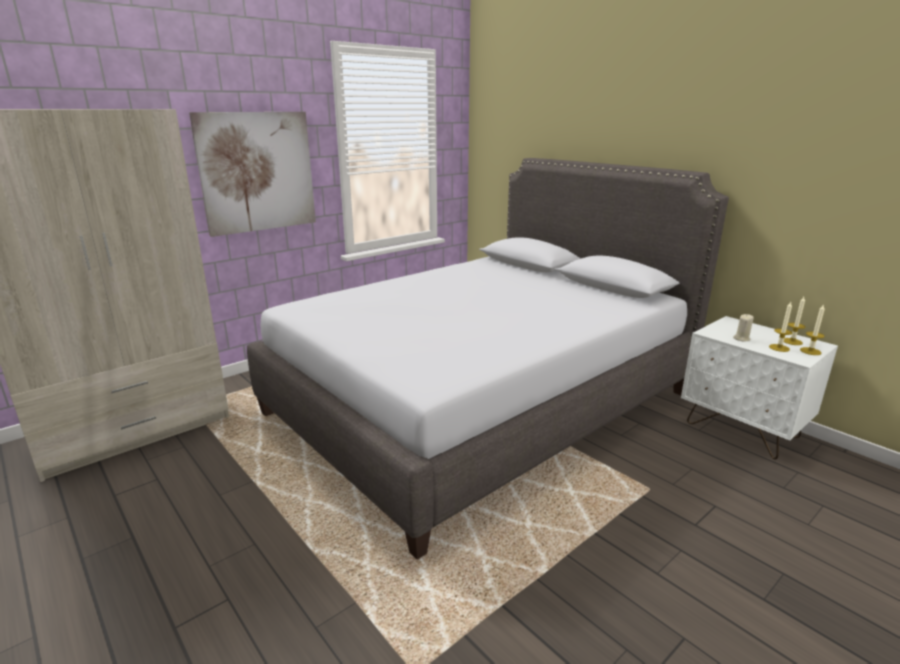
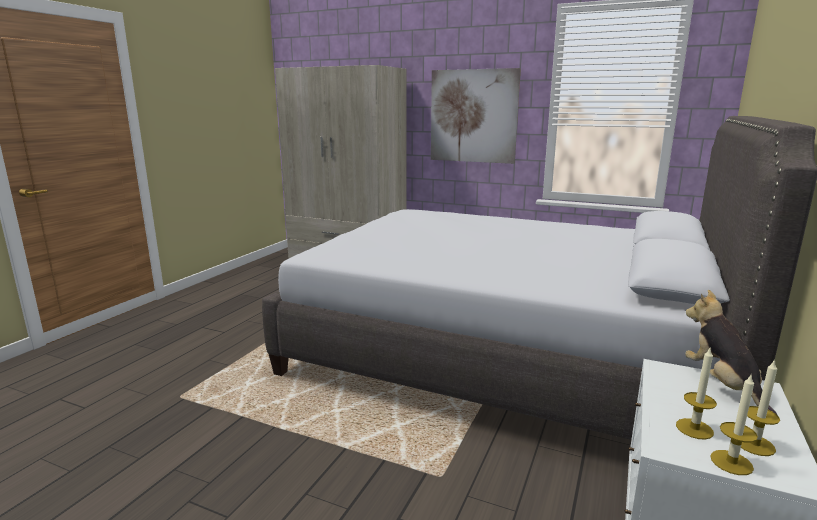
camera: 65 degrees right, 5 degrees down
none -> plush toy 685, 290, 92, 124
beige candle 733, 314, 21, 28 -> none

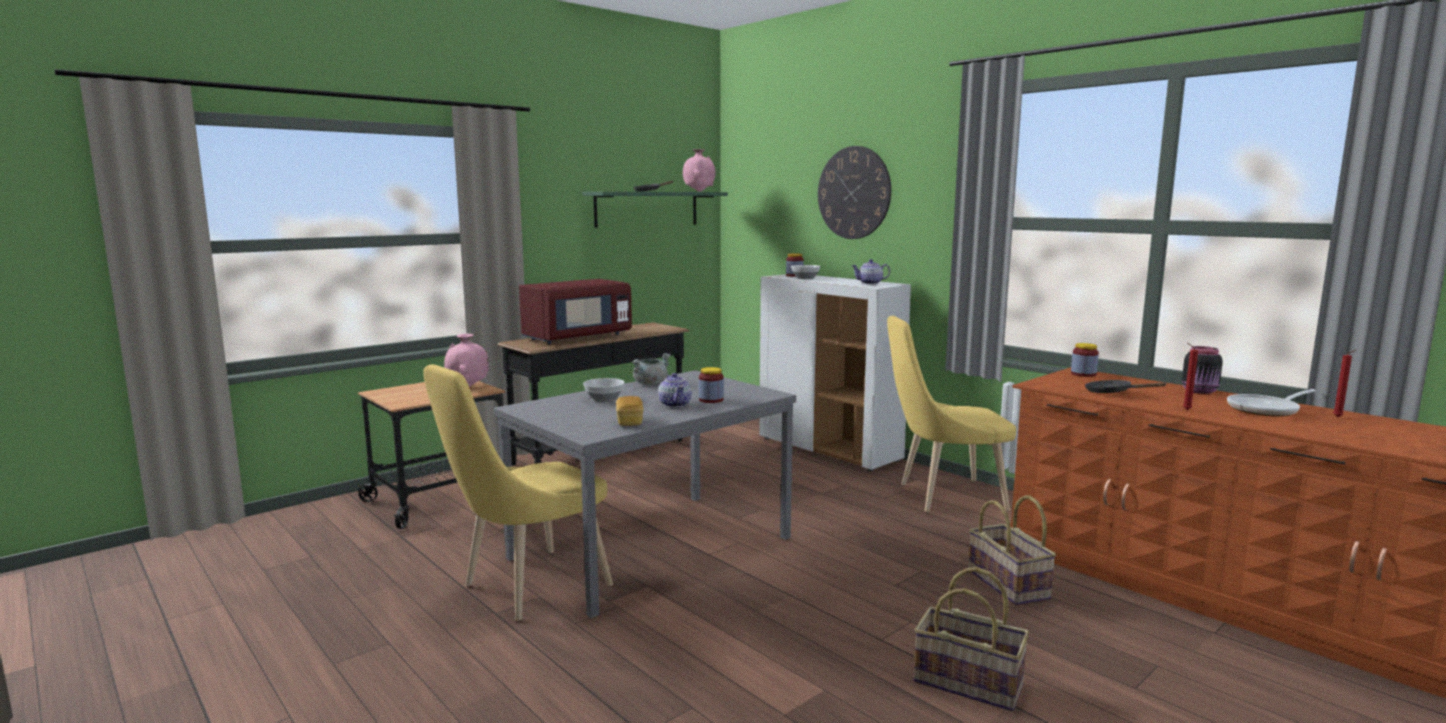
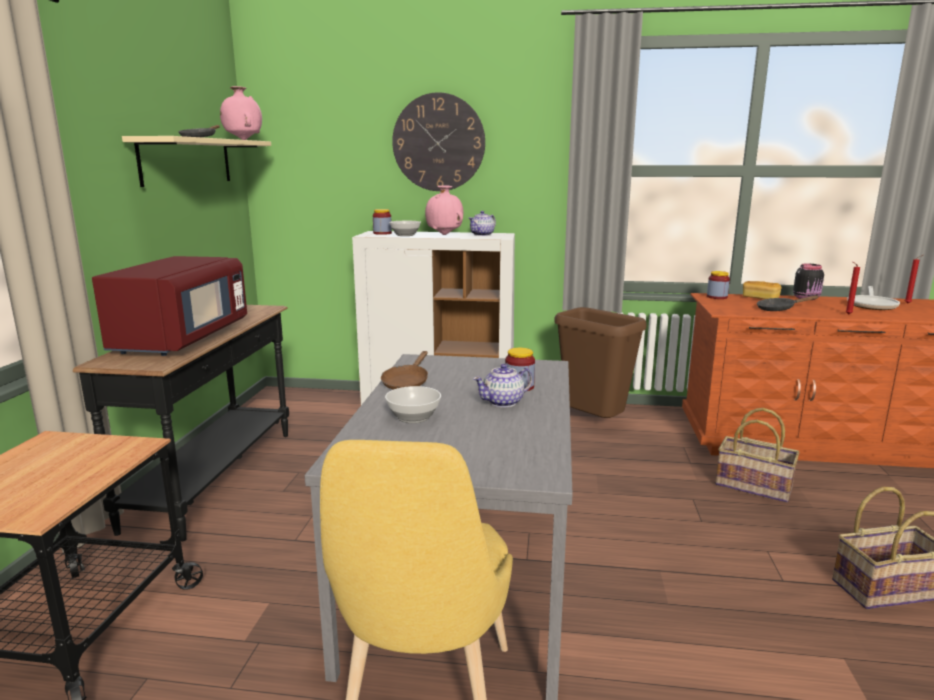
camera: 40 degrees left, 5 degrees up
green shelf 582, 192, 146, 36 -> beige shelf 122, 136, 149, 51
grey cooking pot 632, 353, 39, 32 -> brown frying pan 381, 351, 47, 39
pink vase 444, 334, 45, 53 -> pink vase 425, 185, 38, 50, moved
teapot 658, 373, 34, 35 -> teapot 473, 364, 60, 43, 120 degrees clockwise
yellow chair 887, 316, 129, 196 -> brown trash can 555, 307, 91, 111
bread 616, 396, 27, 30 -> bread 743, 281, 39, 18, moved

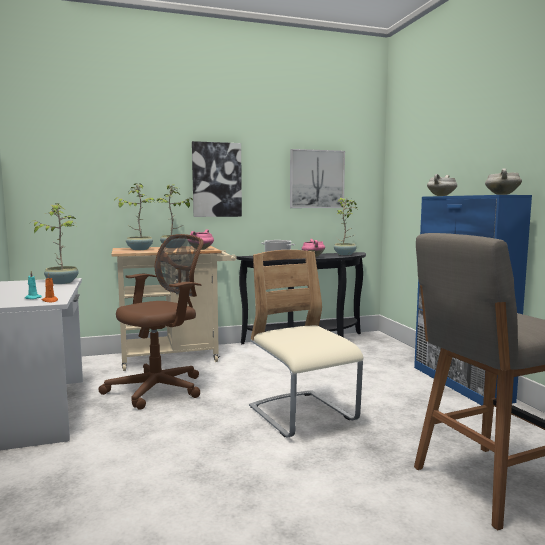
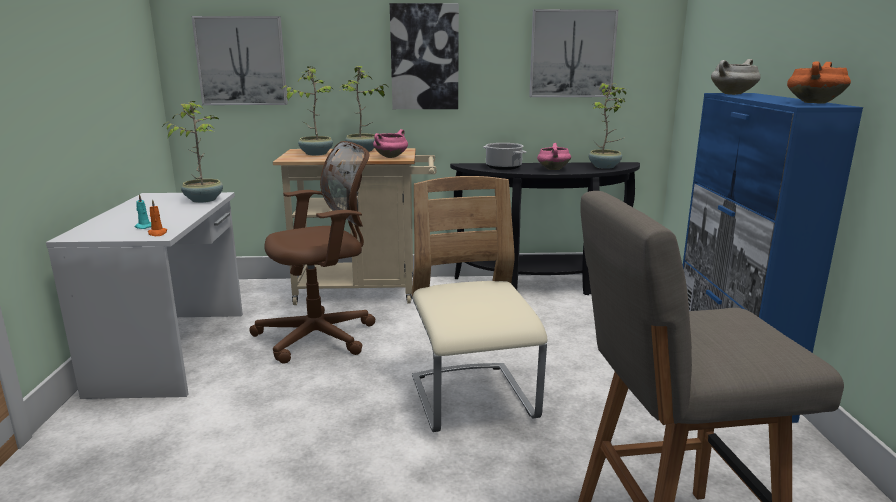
camera: 15 degrees right, 10 degrees up
none -> picture 192, 16, 96, 89
white cooking pot 485, 169, 37, 26 -> orange cooking pot 787, 62, 64, 42

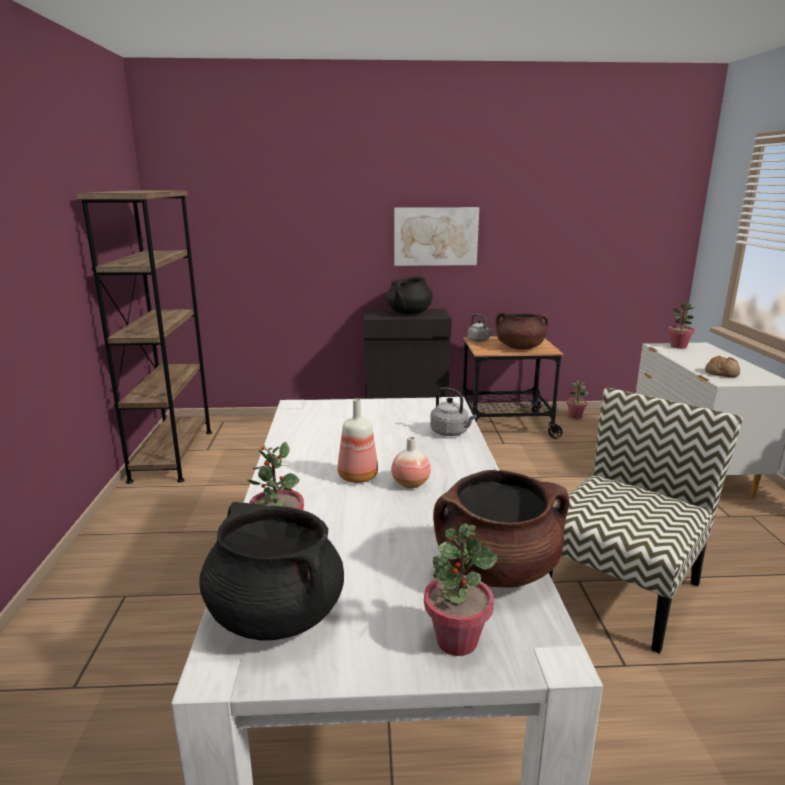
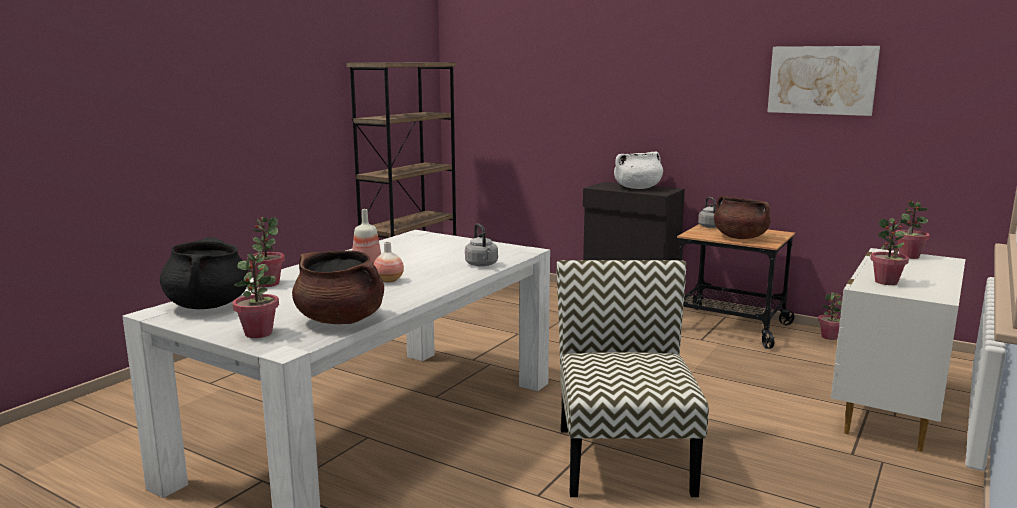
camera: 35 degrees right, 5 degrees down
chair 549, 388, 194, 266 -> chair 556, 260, 153, 237, 75 degrees counterclockwise
black cooking pot 386, 276, 47, 38 -> white cooking pot 614, 152, 49, 37
picture 394, 207, 85, 59 -> picture 767, 46, 113, 70, moved
bread 705, 356, 35, 21 -> potted plant 870, 218, 39, 67

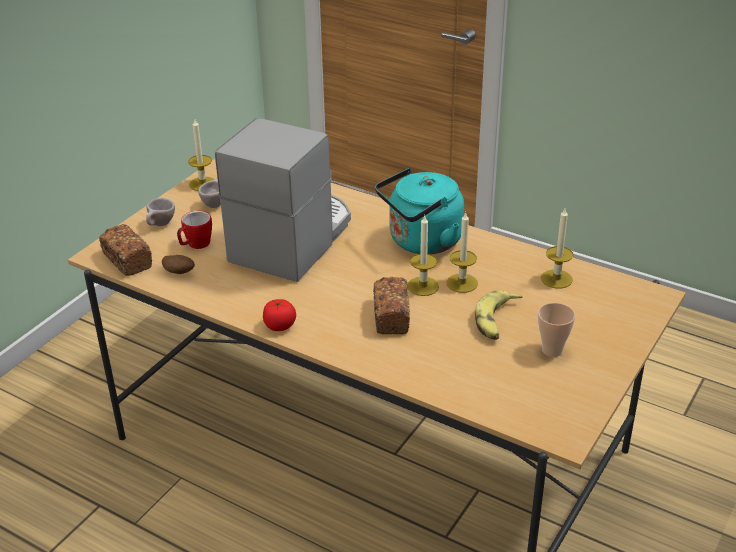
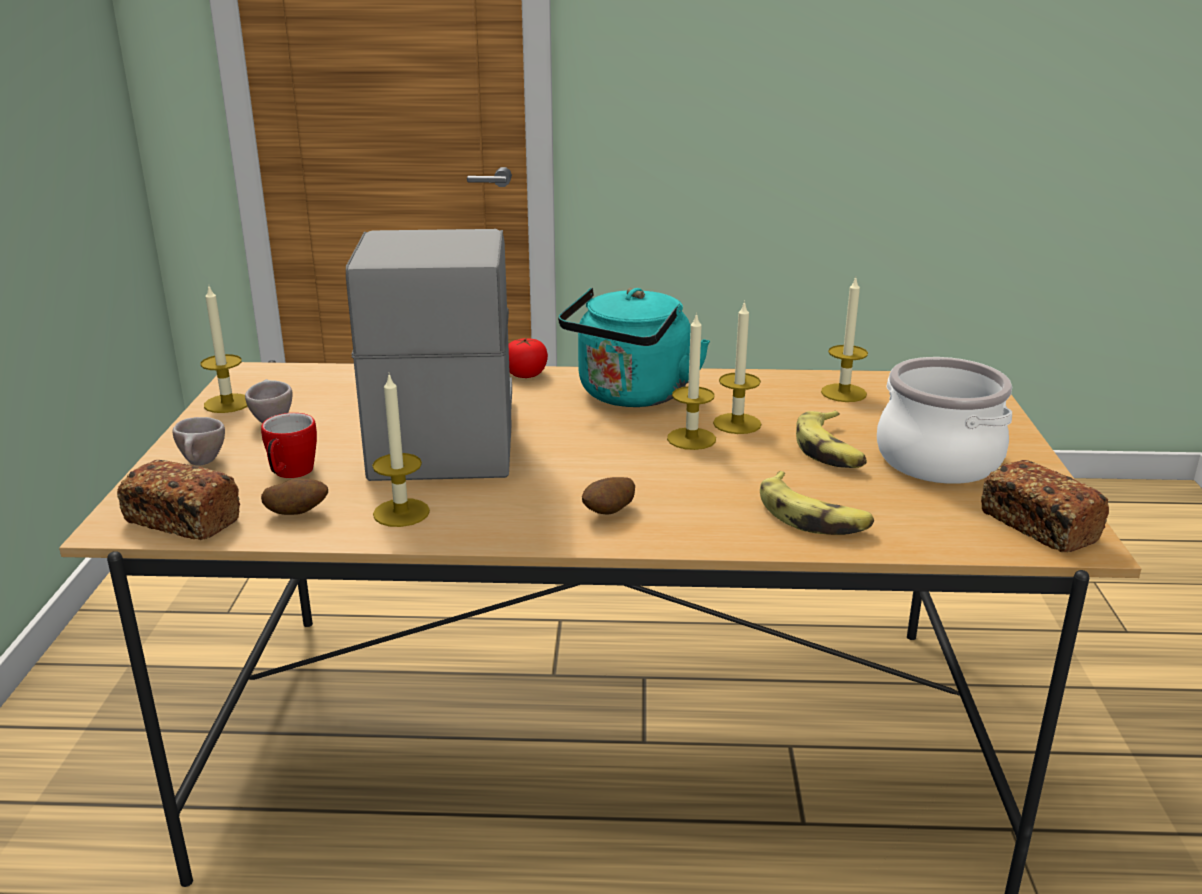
camera: 30 degrees left, 10 degrees down
none -> candle 372, 372, 58, 155
tomato 263, 299, 33, 32 -> tomato 508, 338, 40, 40, moved
none -> potato 582, 477, 53, 38
none -> banana 760, 471, 114, 64
cup 538, 303, 37, 54 -> cooking pot 877, 357, 135, 127
bread 373, 277, 37, 57 -> bread 981, 460, 128, 92, moved

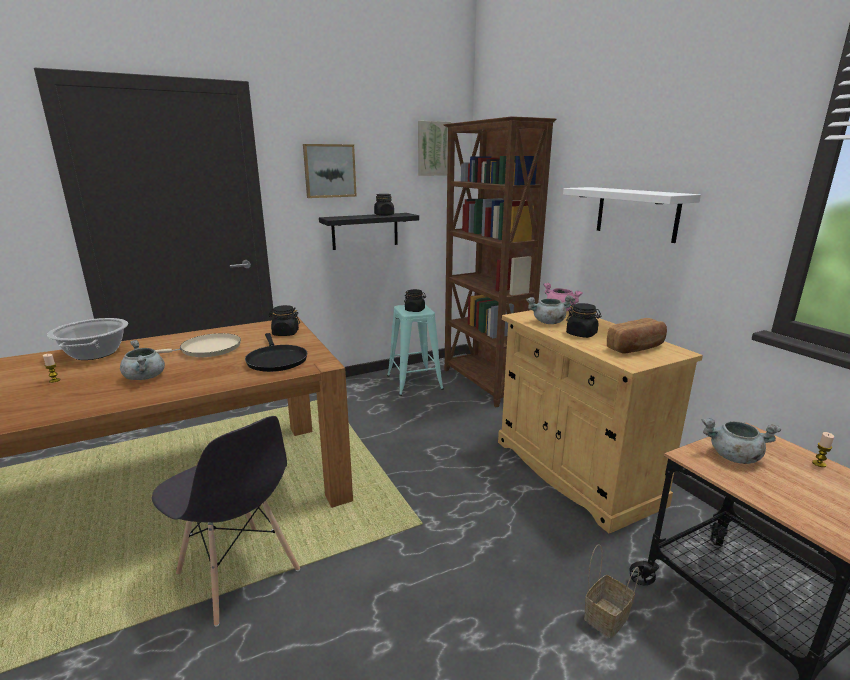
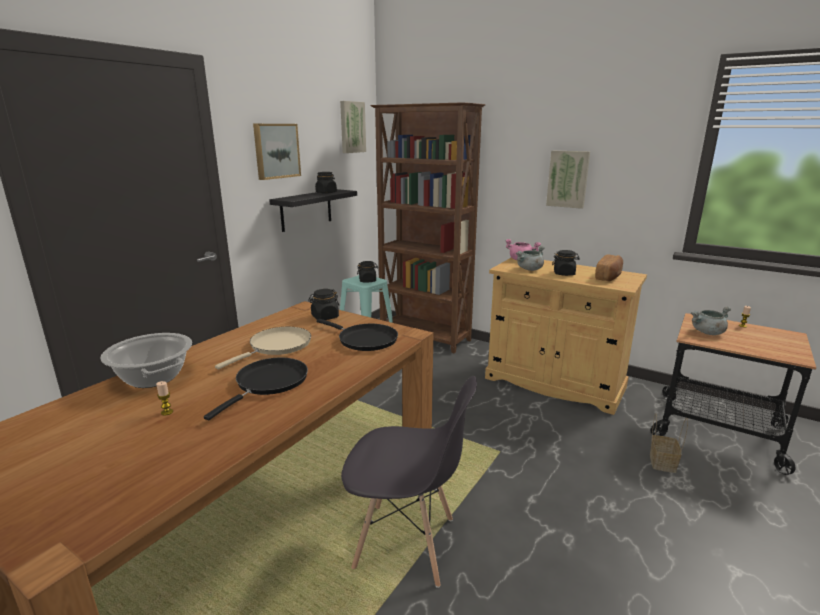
camera: 30 degrees left, 0 degrees up
grey cooking pot 120, 340, 45, 40 -> black frying pan 204, 358, 104, 62
white shelf 563, 187, 138, 56 -> picture 546, 151, 44, 58

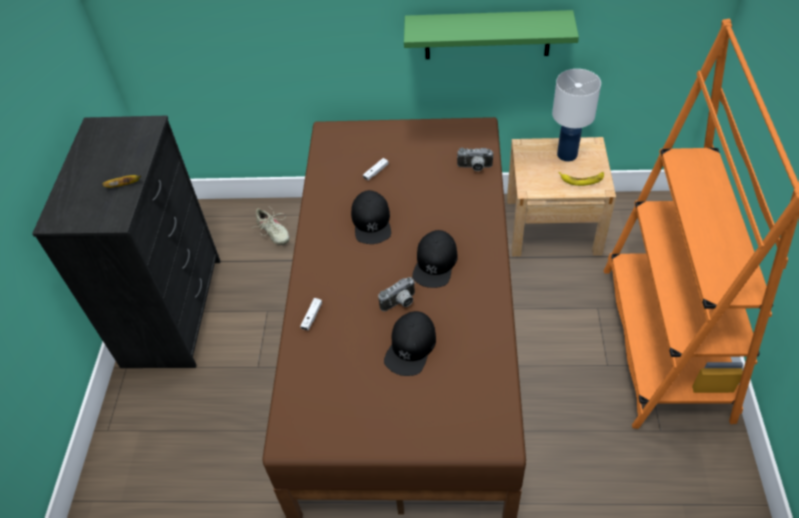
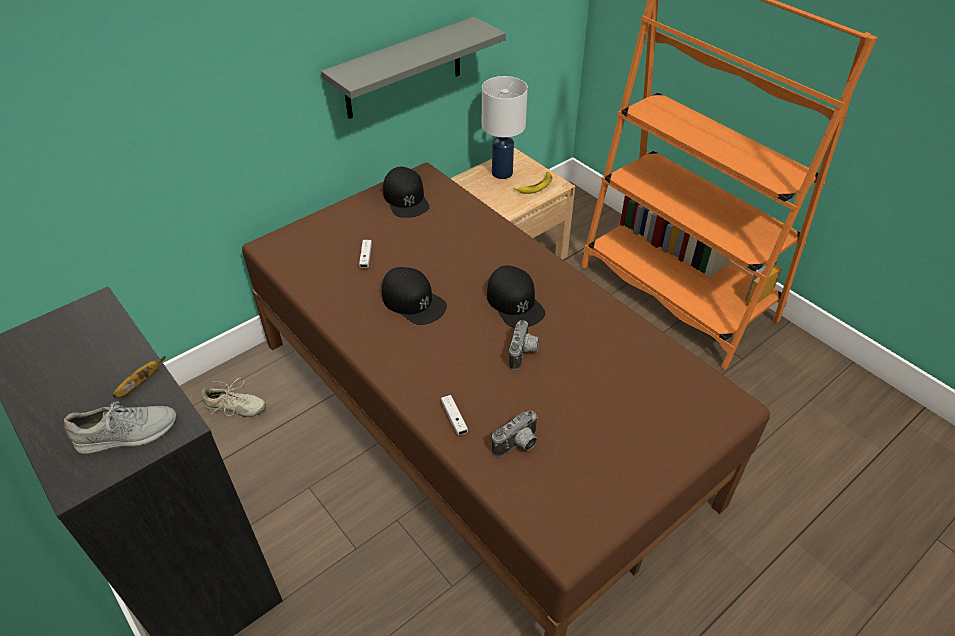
camera: 45 degrees left, 5 degrees down
none -> grey shoe 64, 401, 112, 53
green shelf 404, 10, 175, 49 -> grey shelf 321, 17, 185, 102
black cap 384, 311, 52, 65 -> black cap 383, 167, 46, 51, moved
photo camera 457, 148, 37, 23 -> photo camera 492, 411, 46, 46, moved

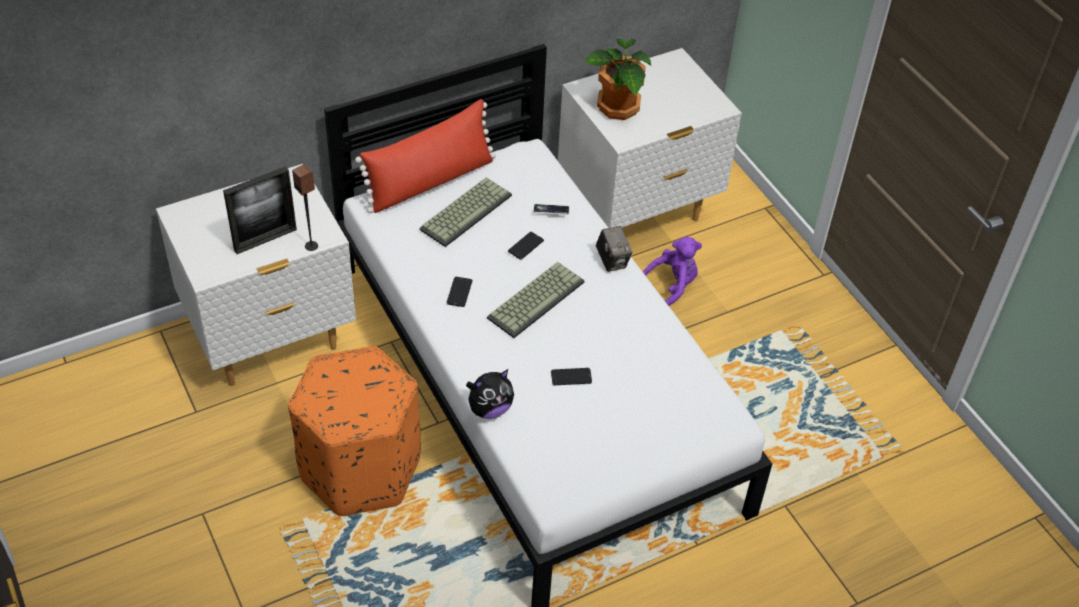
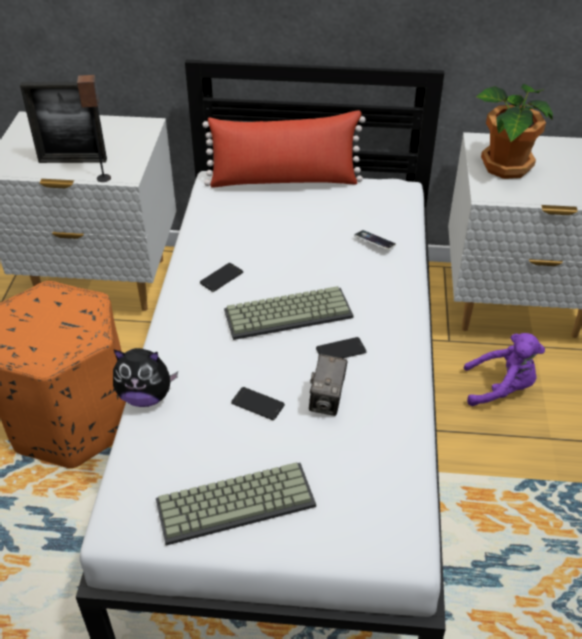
camera: 35 degrees right, 5 degrees down
keyboard 420, 177, 92, 70 -> keyboard 156, 462, 160, 84, moved
photo camera 596, 226, 36, 46 -> photo camera 309, 354, 38, 62, moved
phone 508, 232, 36, 28 -> phone 316, 337, 50, 21, moved

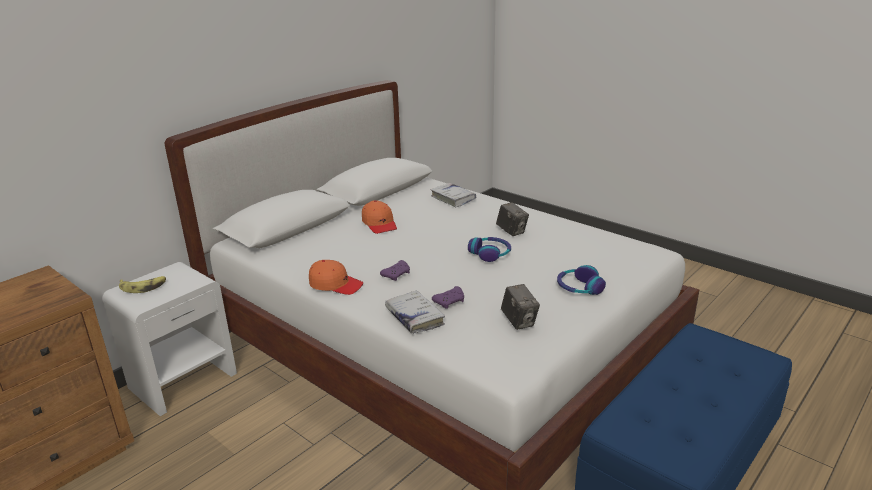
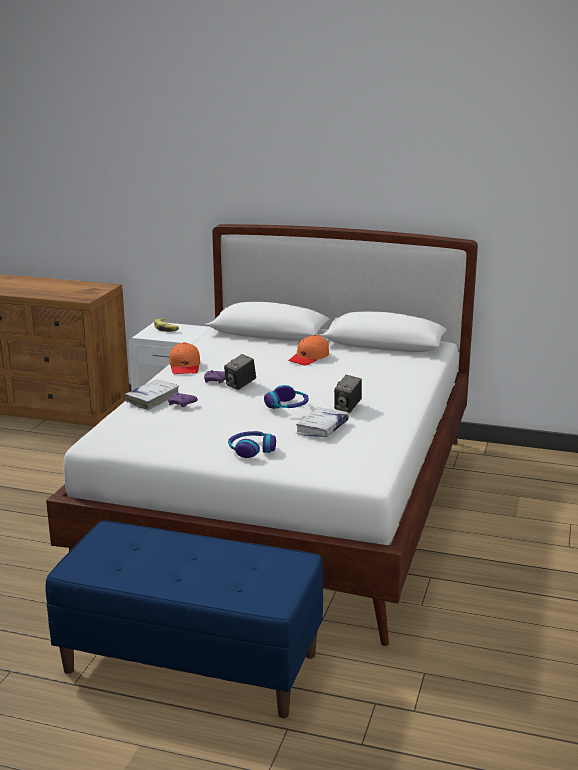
camera: 65 degrees right, 5 degrees down
photo camera 501, 284, 39, 46 -> photo camera 224, 354, 32, 36, moved
white book 431, 183, 45, 24 -> white book 296, 407, 53, 30, moved

